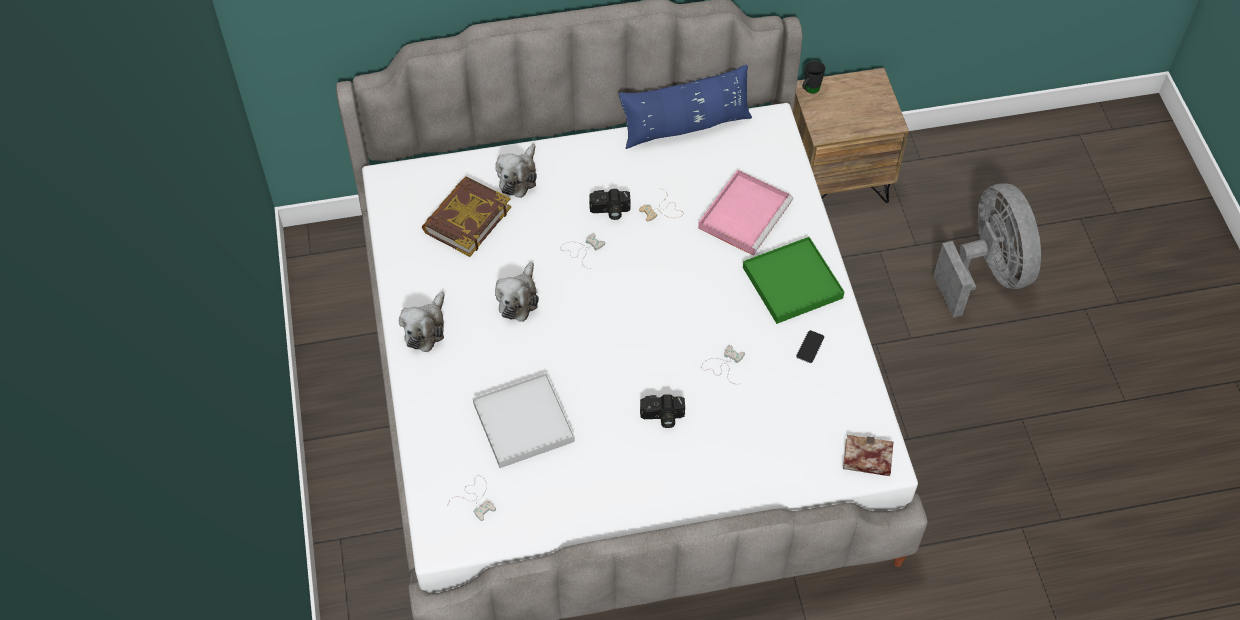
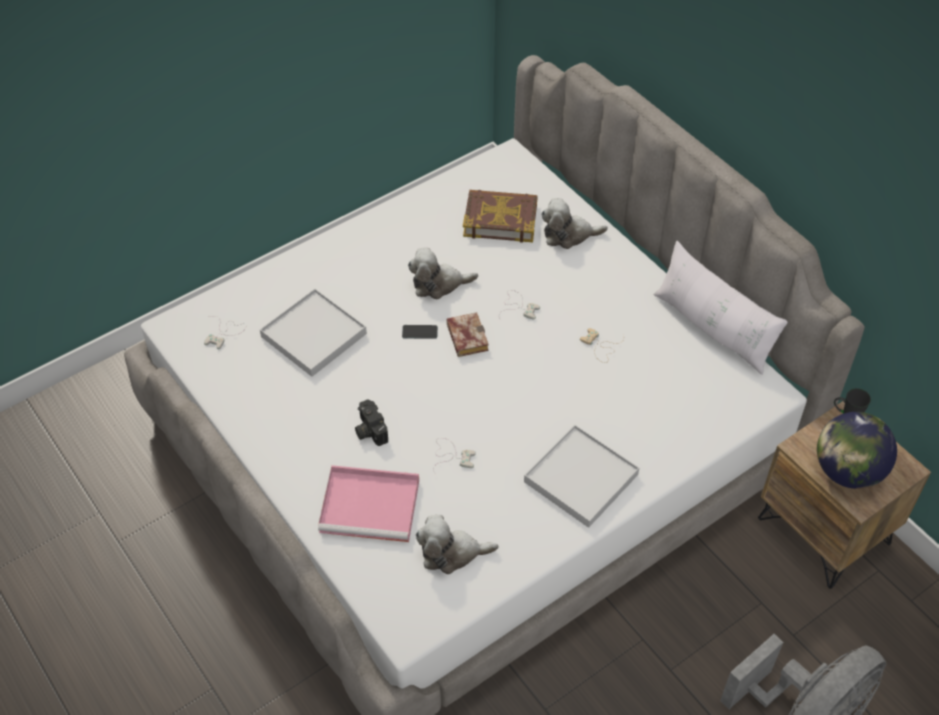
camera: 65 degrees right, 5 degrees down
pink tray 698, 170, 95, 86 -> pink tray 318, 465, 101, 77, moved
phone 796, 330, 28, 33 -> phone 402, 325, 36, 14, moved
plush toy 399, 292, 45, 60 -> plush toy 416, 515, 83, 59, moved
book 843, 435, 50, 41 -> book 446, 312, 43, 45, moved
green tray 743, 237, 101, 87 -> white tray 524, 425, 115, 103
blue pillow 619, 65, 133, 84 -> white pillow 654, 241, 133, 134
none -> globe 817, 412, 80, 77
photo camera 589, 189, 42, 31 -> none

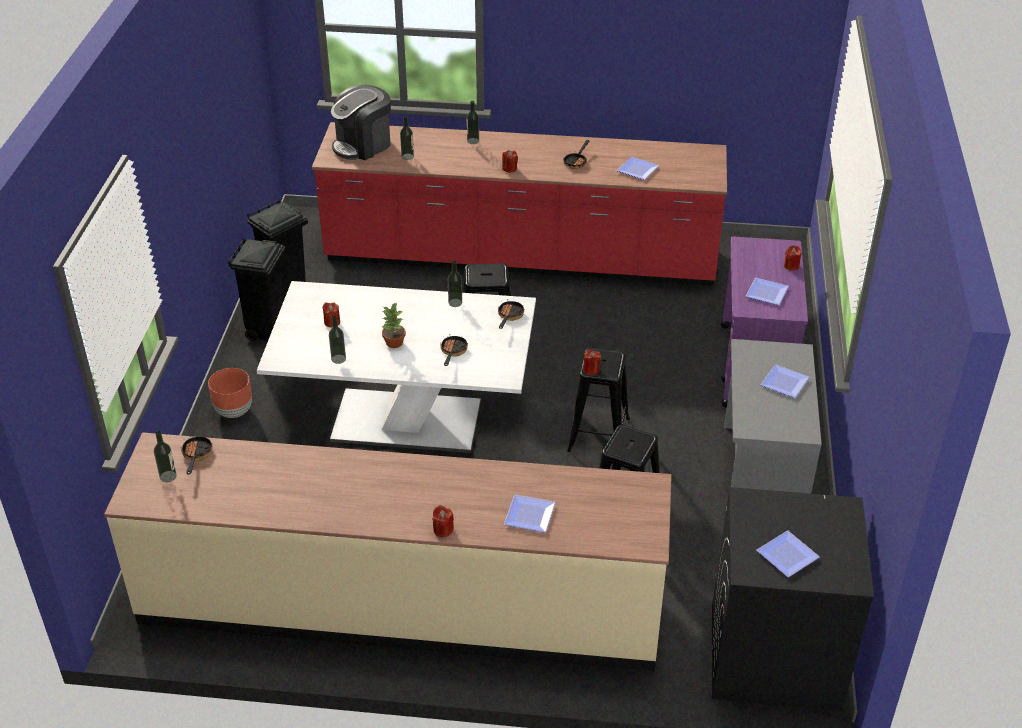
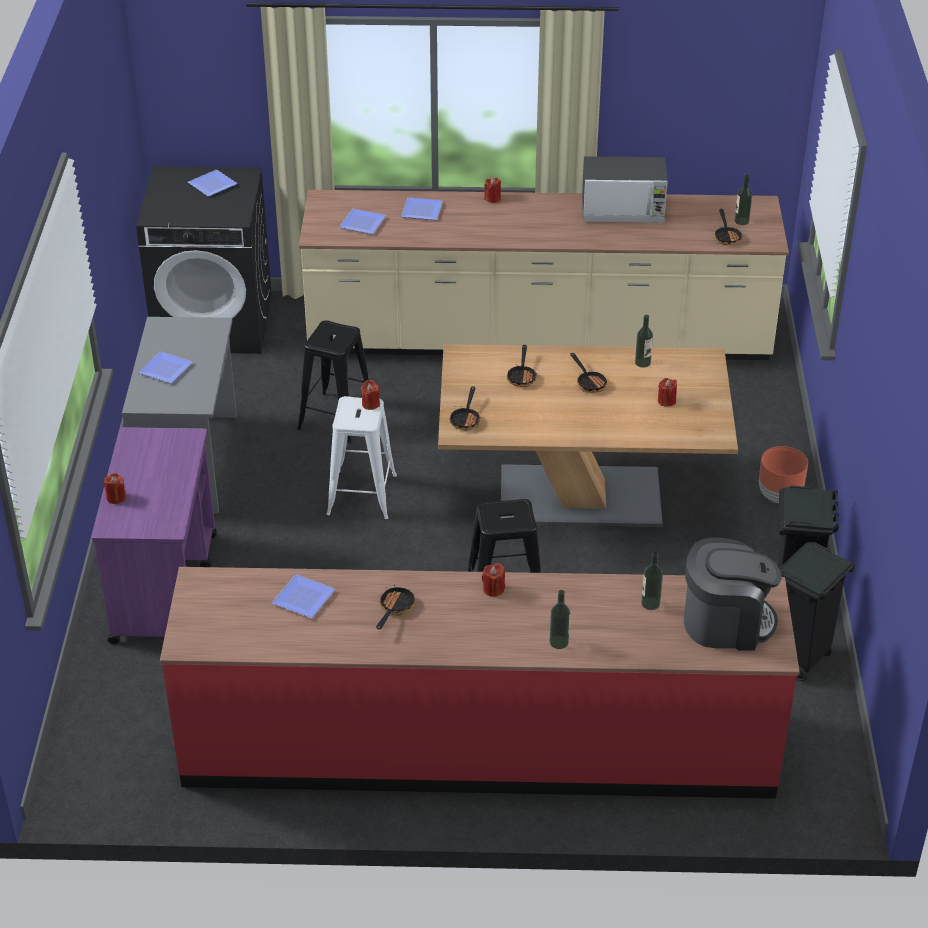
camera: 175 degrees right, 0 degrees up
black stool 567, 348, 63, 104 -> white stool 327, 396, 70, 123
plate 746, 278, 43, 27 -> plate 339, 209, 47, 25, moved
white dining table 257, 281, 279, 172 -> brown dining table 438, 344, 300, 183
potted plant 382, 302, 24, 46 -> frying pan 570, 353, 37, 40
none -> microwave 582, 156, 86, 67
coffee machine 331, 85, 60, 75 -> coffee machine 684, 537, 98, 114, 45 degrees clockwise
bottle 448, 260, 14, 47 -> none

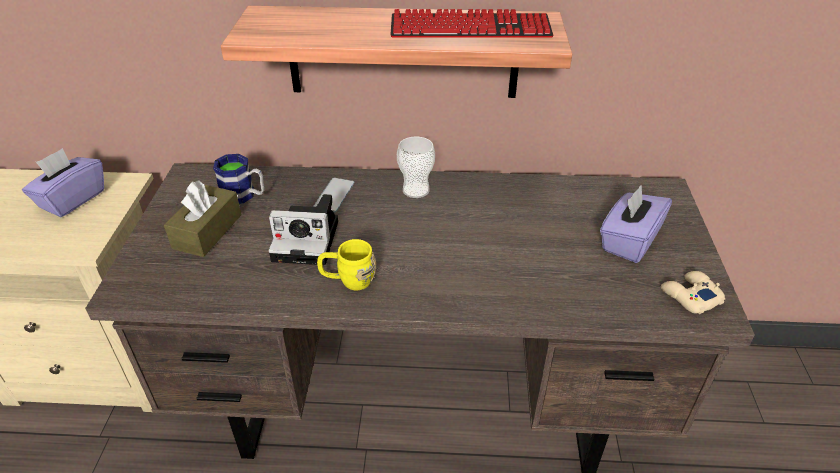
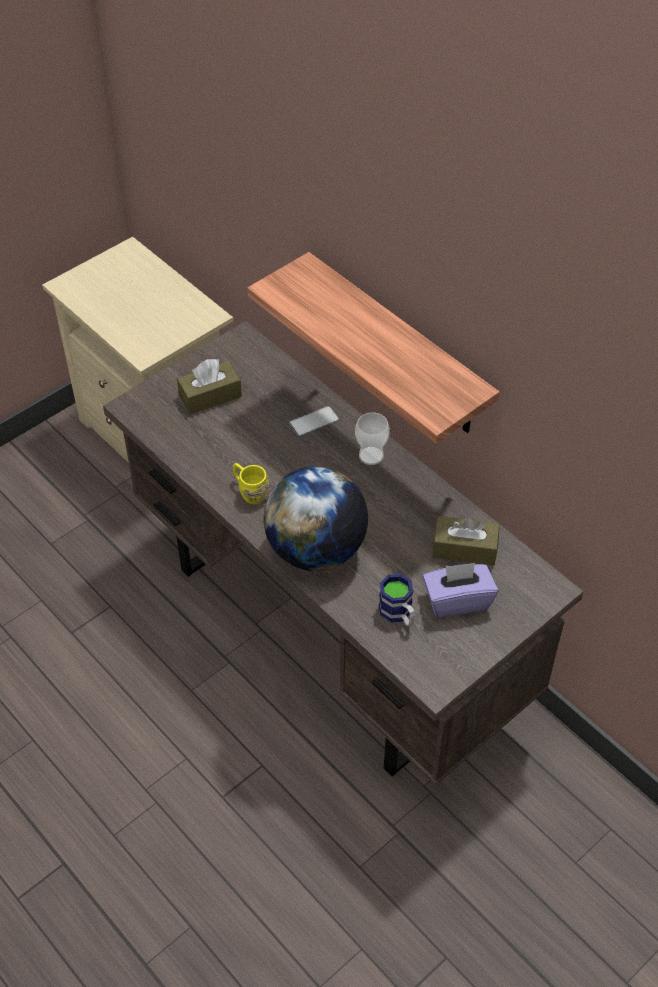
camera: 45 degrees right, 10 degrees up
none -> globe 263, 466, 105, 105
mug 213, 154, 52, 50 -> mug 379, 574, 36, 53, moved
none -> brown tissue box 432, 516, 68, 50
purple tissue box 22, 148, 82, 69 -> none
photo camera 268, 194, 70, 71 -> none
keyboard 390, 9, 163, 29 -> none
beige game controller 661, 271, 65, 43 -> none

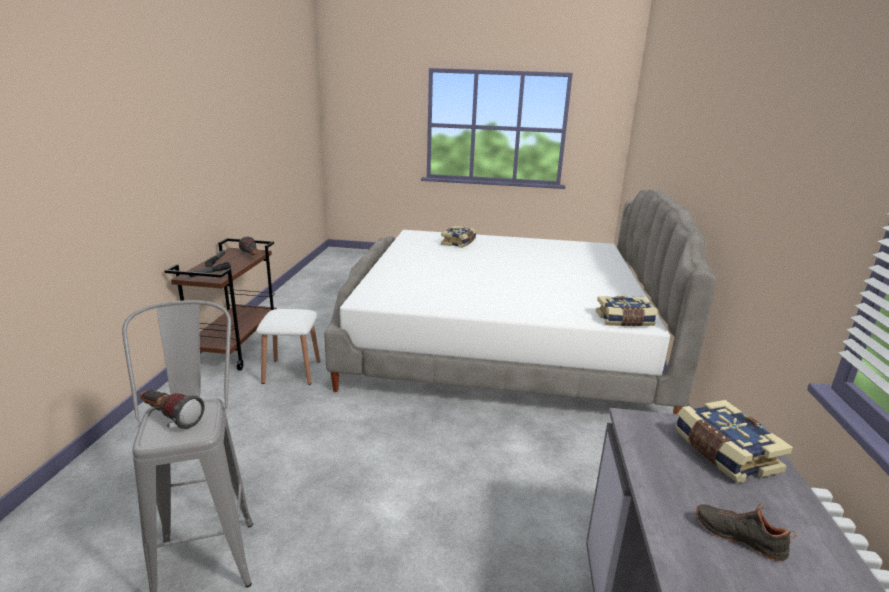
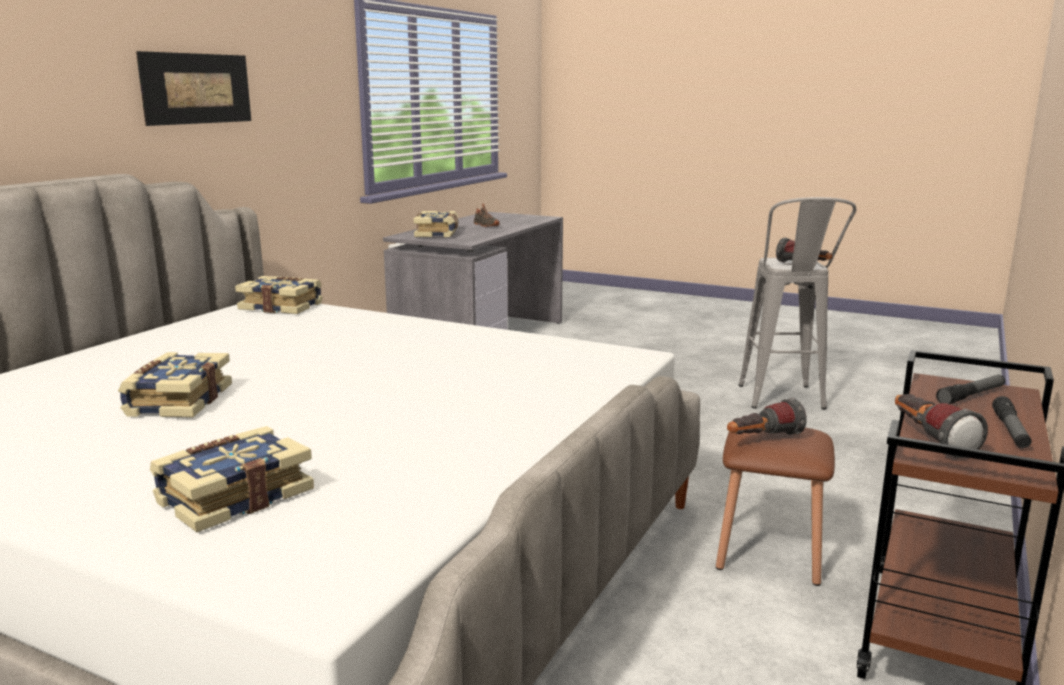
camera: 160 degrees left, 5 degrees down
none -> book 118, 352, 114, 66
none -> picture 136, 51, 115, 75
white stool 256, 309, 64, 76 -> brown stool 716, 428, 119, 158
none -> flashlight 727, 398, 80, 37

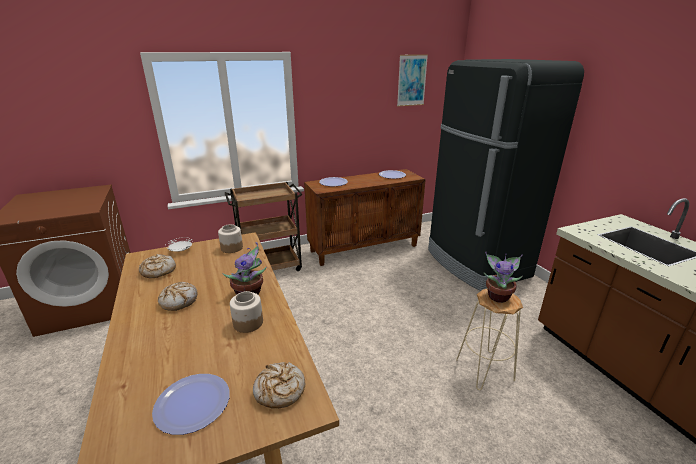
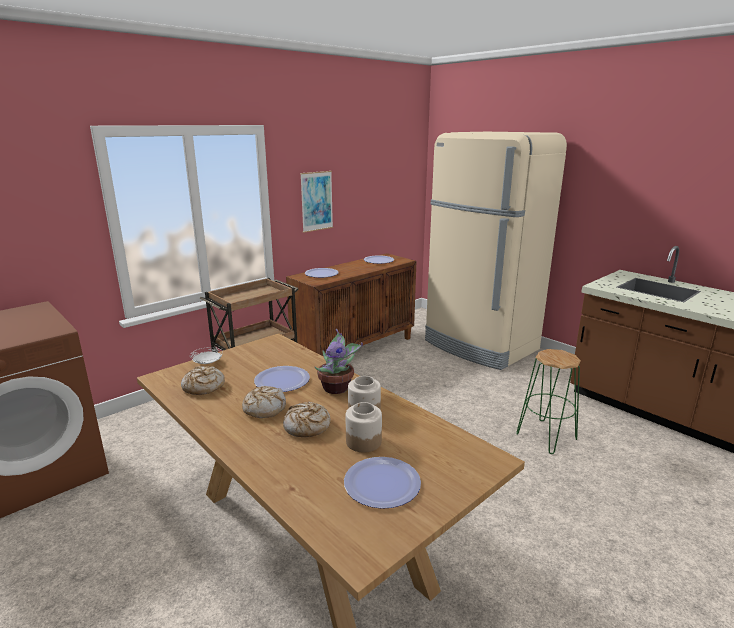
camera: 20 degrees left, 5 degrees down
none -> plate 254, 366, 56, 26
bread 253, 362, 53, 46 -> bread 283, 401, 48, 36, moved
picture 397, 54, 31, 53 -> picture 300, 171, 33, 62, moved
jar 218, 224, 25, 29 -> jar 346, 402, 36, 51, moved
black fridge 428, 59, 156, 232 -> beige fridge 425, 132, 142, 238
beige stool 456, 289, 67, 101 -> green stool 516, 349, 65, 105
potted plant 484, 252, 39, 51 -> none

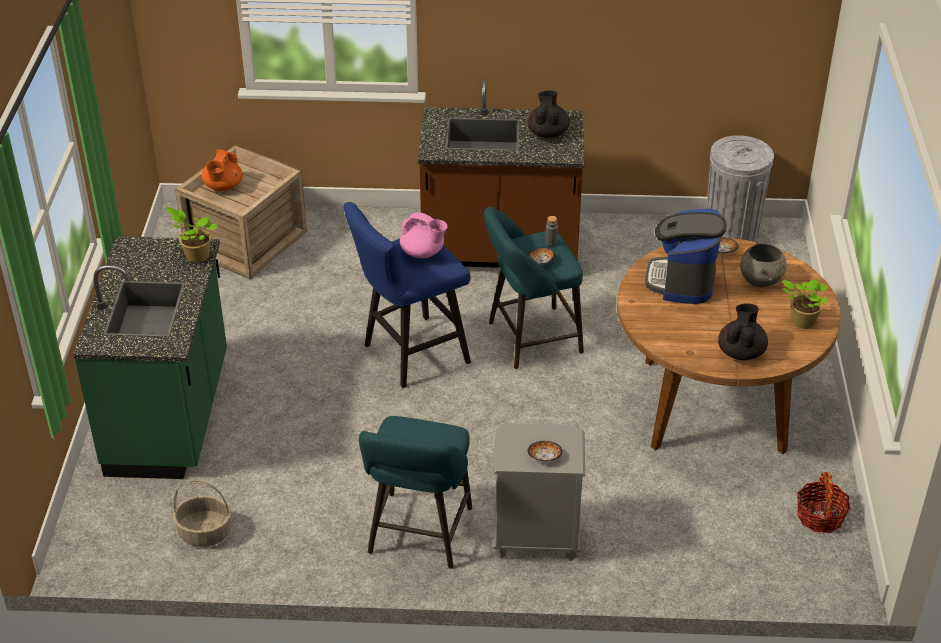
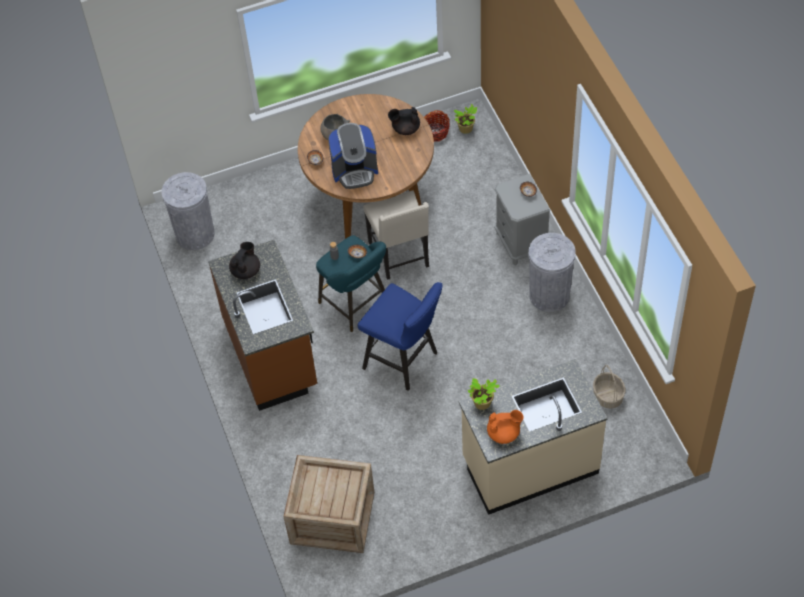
camera: 110 degrees left, 15 degrees up
black teapot 528, 90, 42, 48 -> black teapot 229, 242, 31, 37, 135 degrees clockwise
none -> beige chair 363, 190, 66, 90
potted plant 782, 279, 47, 50 -> potted plant 454, 104, 24, 30, moved
green counter 73, 236, 154, 243 -> beige counter 459, 359, 148, 156
orange teapot 202, 149, 41, 42 -> orange teapot 487, 410, 37, 34, moved
turquoise stool 359, 416, 113, 153 -> grey trash can 529, 233, 47, 79
pink teapot 400, 212, 48, 46 -> none

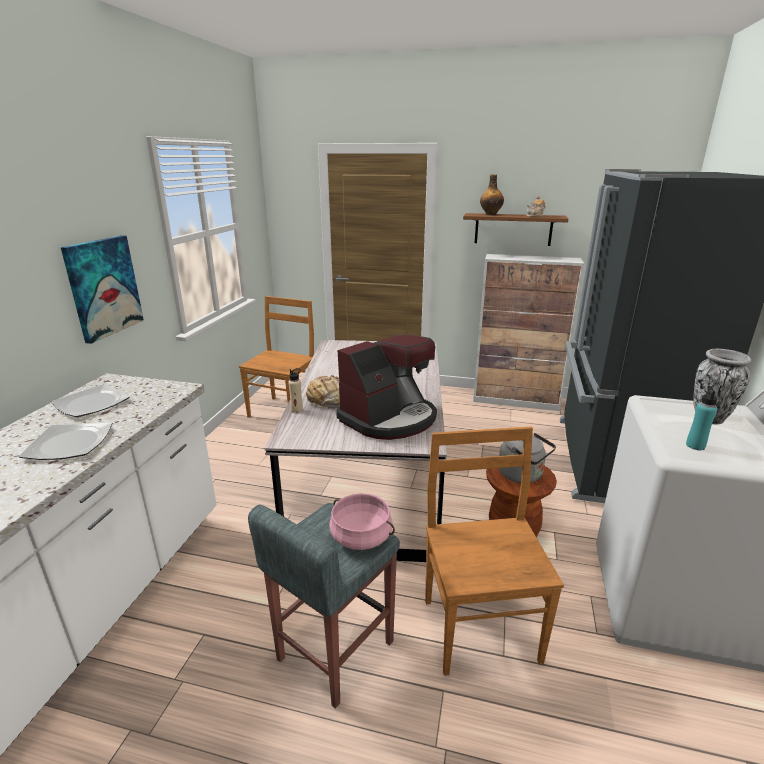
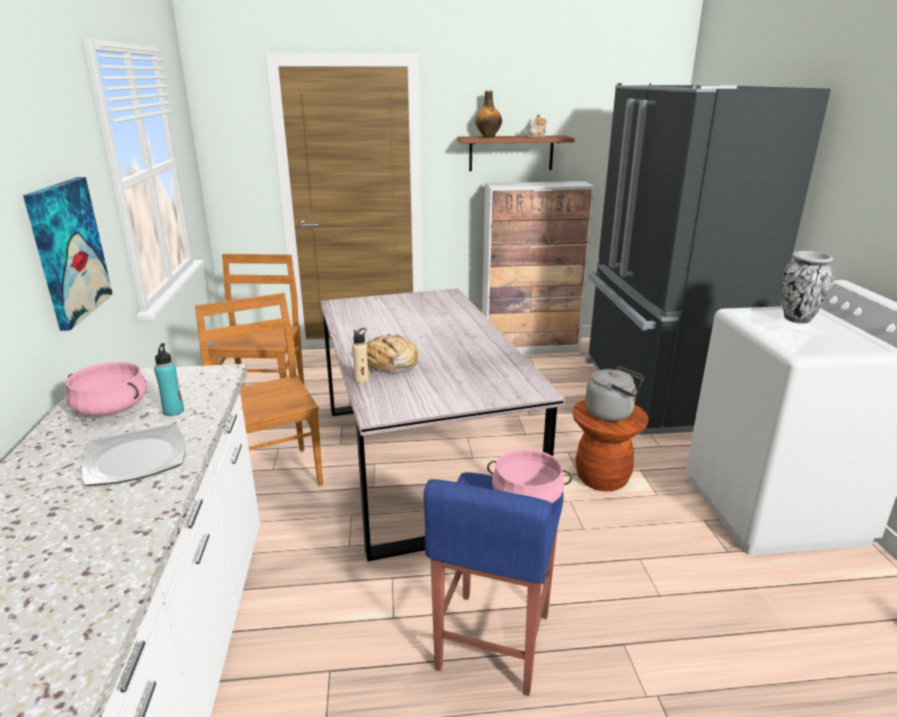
camera: 20 degrees left, 0 degrees up
plate 51, 384, 79, 33 -> pink cooking pot 66, 362, 81, 54
turquoise bottle 686, 386, 31, 64 -> turquoise bottle 154, 343, 30, 73, moved
brown chair 425, 427, 139, 249 -> brown chair 195, 293, 128, 193, moved
grey stool 248, 503, 152, 206 -> blue stool 423, 472, 141, 224
coffee machine 336, 334, 101, 106 -> none

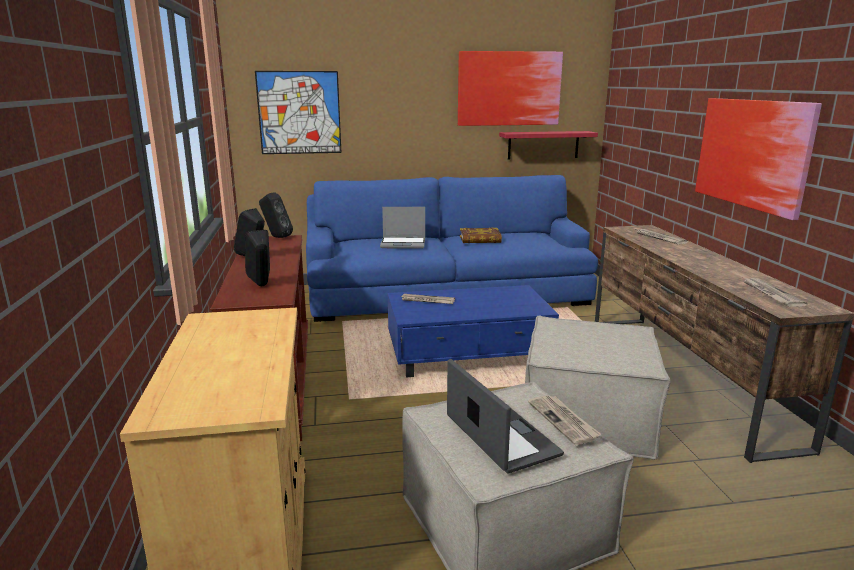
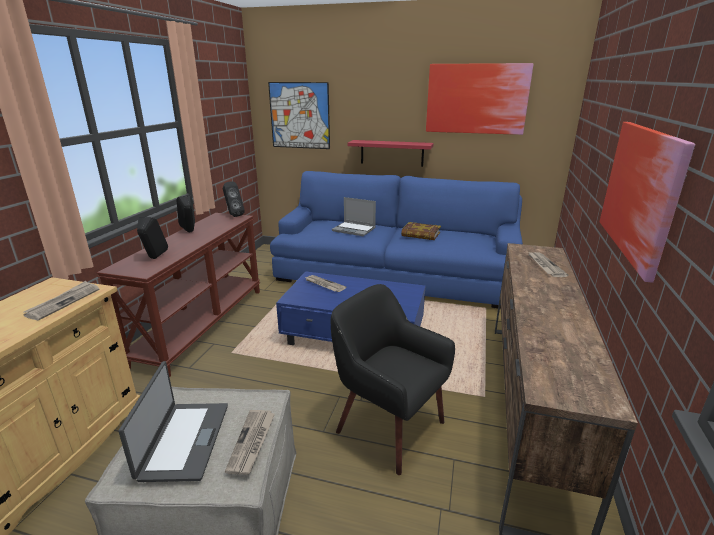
camera: 25 degrees right, 5 degrees up
newspaper 744, 278, 63, 29 -> newspaper 23, 281, 77, 40, moved
beige ottoman 525, 315, 146, 145 -> black armchair 331, 284, 124, 191
red shelf 499, 131, 99, 29 -> red shelf 348, 140, 85, 27, moved

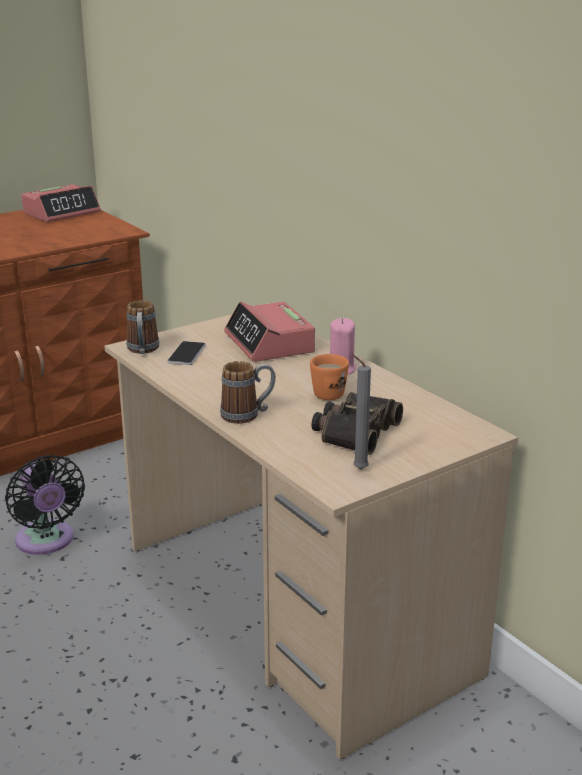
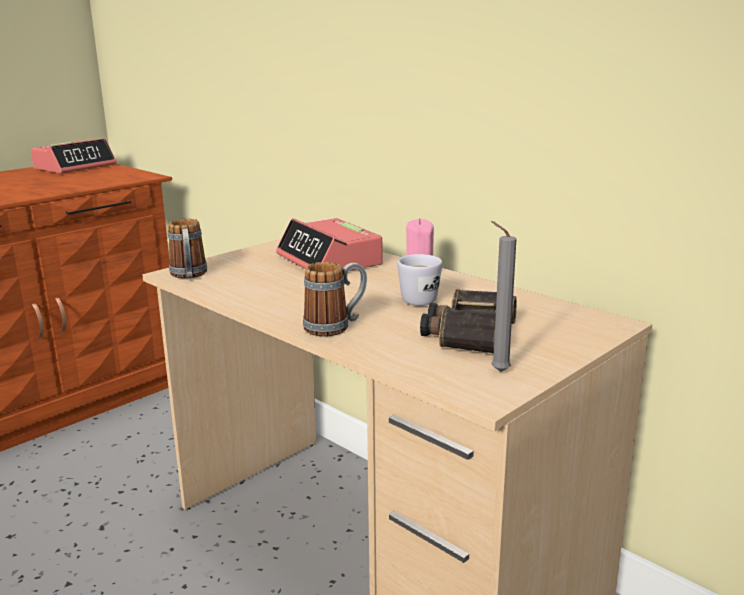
camera: 10 degrees left, 5 degrees down
orange mug 310, 354, 39, 46 -> white mug 397, 254, 45, 52
black fan 5, 455, 80, 100 -> none
phone 167, 341, 39, 24 -> none

